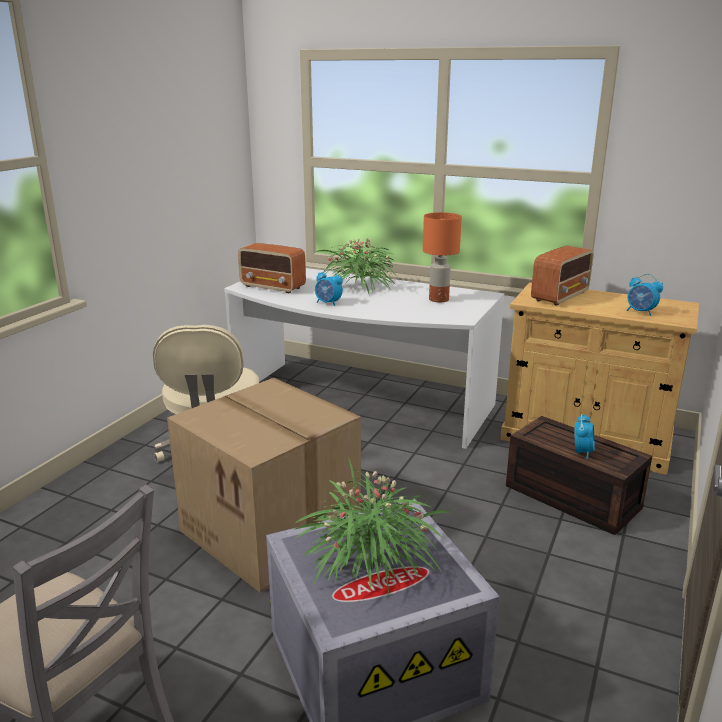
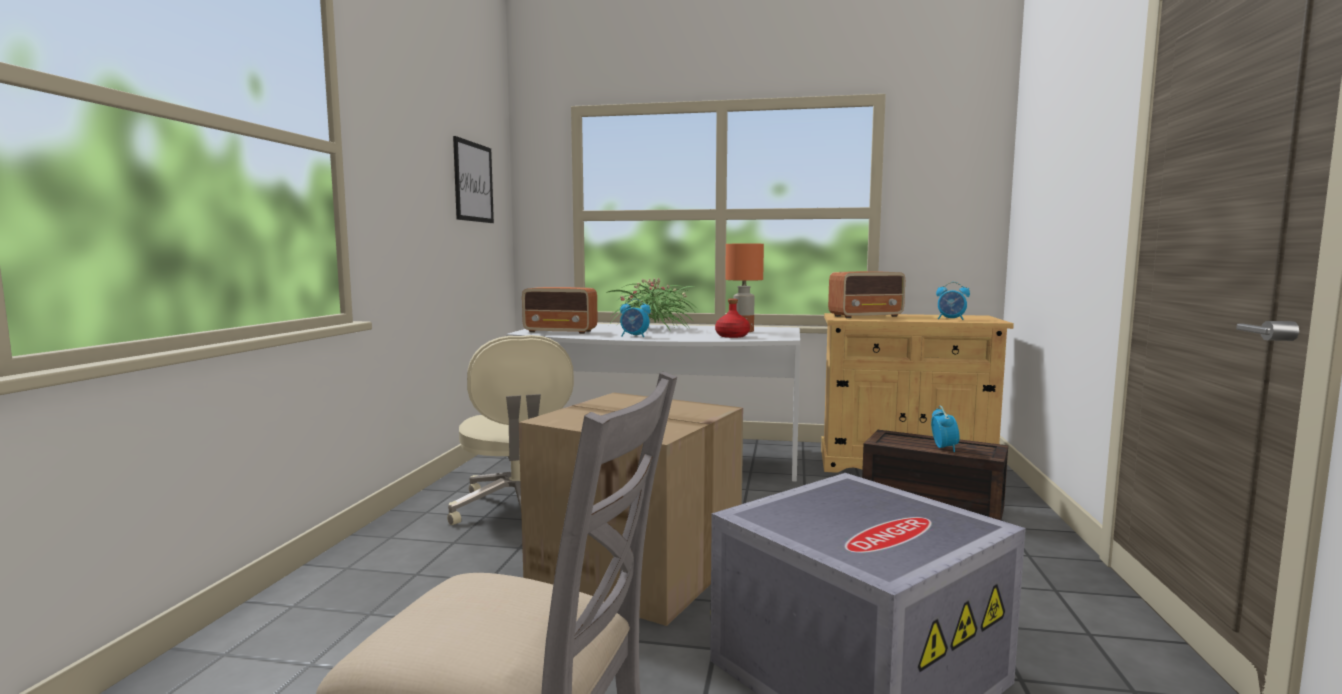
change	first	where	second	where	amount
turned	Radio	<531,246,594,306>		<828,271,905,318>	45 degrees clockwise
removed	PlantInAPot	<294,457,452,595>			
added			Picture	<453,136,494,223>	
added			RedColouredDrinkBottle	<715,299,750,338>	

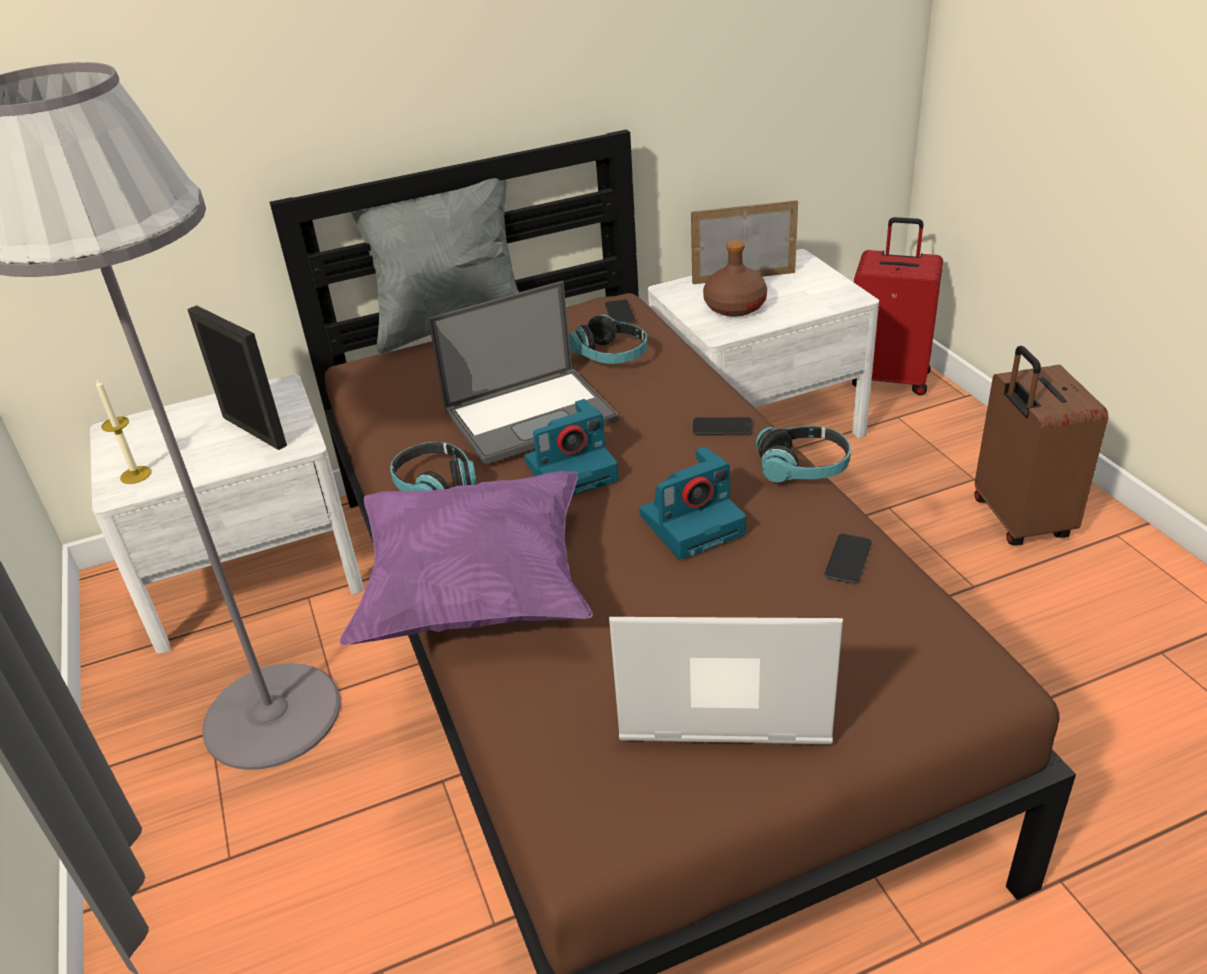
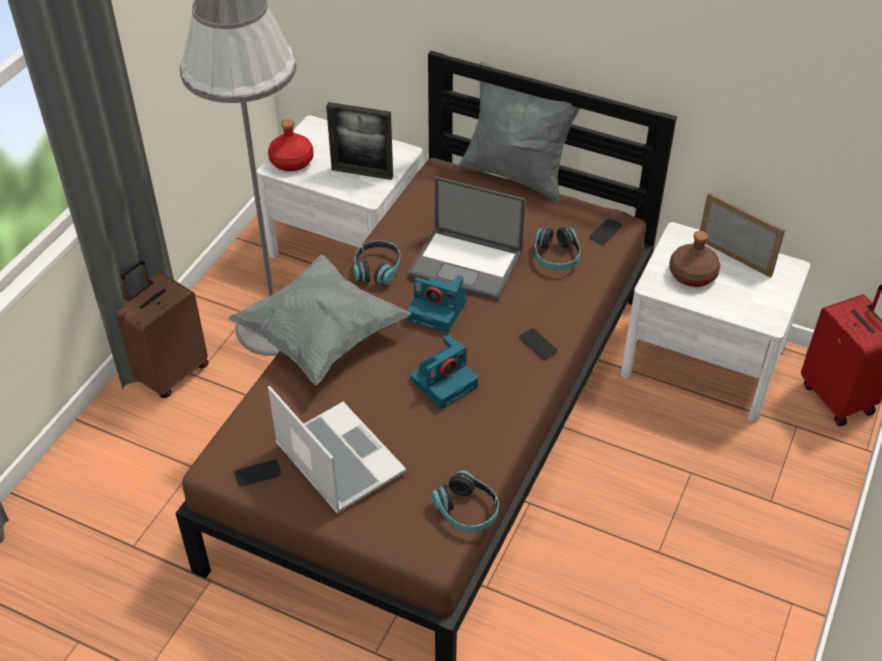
change	first	where	second	where	amount
turned	PhotoFrame	<187,305,287,450>		<326,102,393,180>	105 degrees clockwise
moved	BrownColouredTravelCase	<975,346,1108,545>		<116,259,209,398>	
replaced	WaxLight	<96,377,152,484>	RedColouredDrinkBottle	<268,119,314,171>	
moved	PairOfHeadphones	<756,426,851,483>		<432,470,499,532>	
turned	StillCamera	<639,447,746,560>		<410,335,478,409>	60 degrees counterclockwise
recoloured	PurpleColouredCushion	<340,471,593,645>	GreyCushion	<228,255,412,385>	
moved	Handset	<824,534,872,584>		<234,460,281,487>	

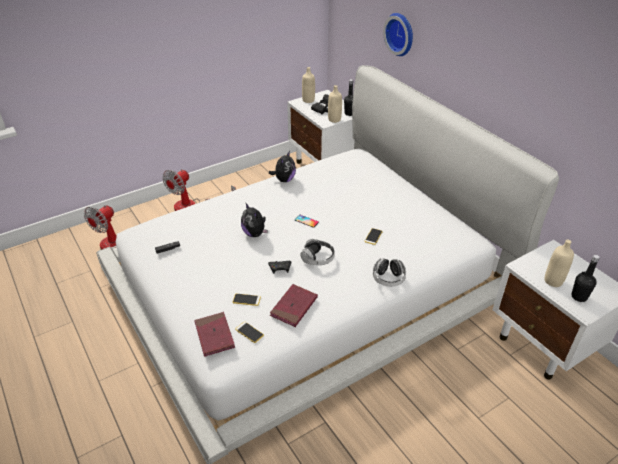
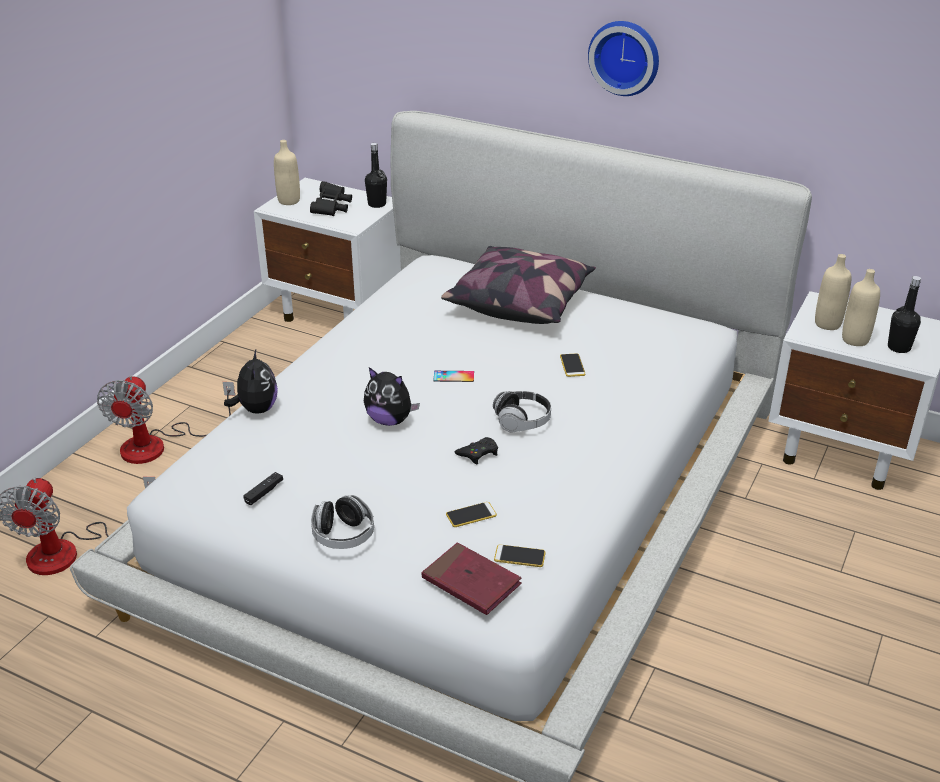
change	first	where	second	where	amount
moved	HangingClock	<383,13,413,56>		<588,21,659,96>	
moved	SandColouredDrinkBottle	<328,85,342,123>		<815,254,851,330>	
moved	SoftToy	<269,151,296,182>		<224,350,278,414>	
moved	PairOfHeadphones	<373,258,406,287>		<311,495,374,549>	
removed	RedColouredBook	<270,284,318,327>			
added			Cushion	<441,246,596,324>	

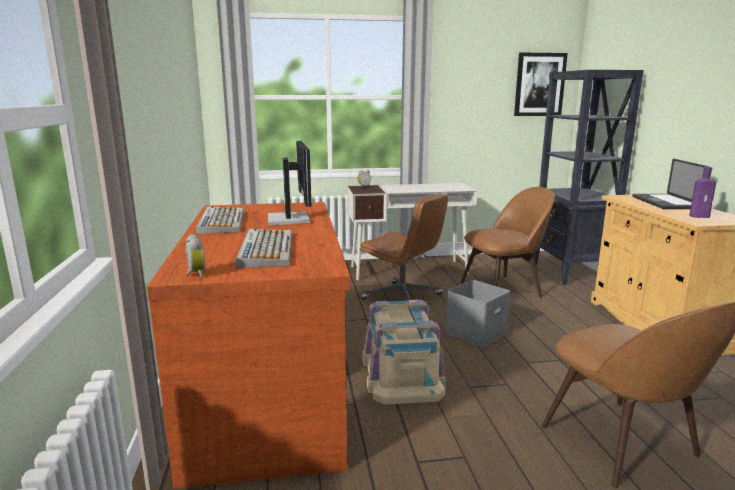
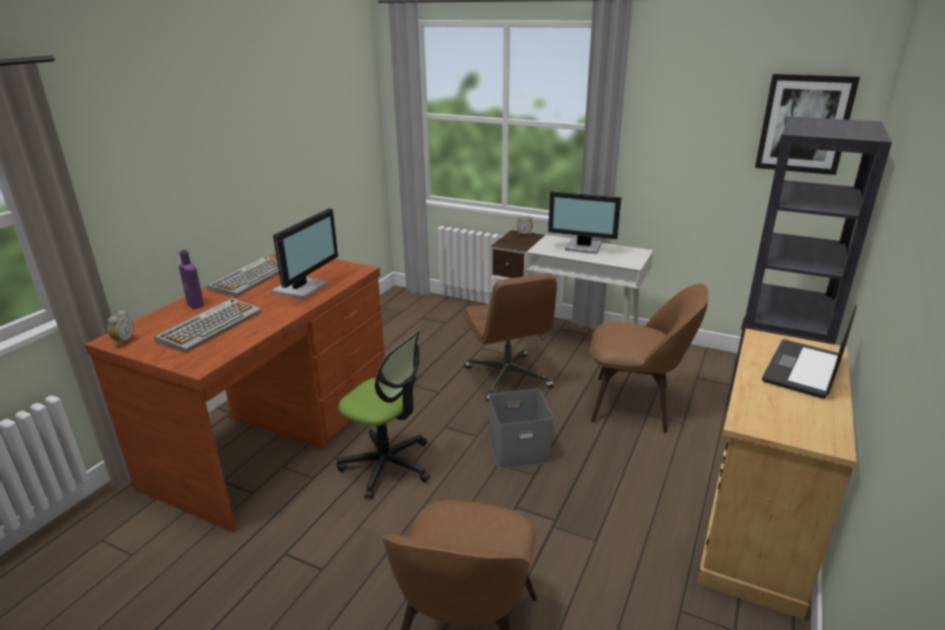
change	first	where	second	where	amount
moved	PurpleColouredDrinkBottle	<689,167,716,218>		<179,250,204,309>	
replaced	SandColouredStorageBox	<362,300,446,405>	OfficeChair	<337,331,430,499>	
added			Monitor	<548,191,622,254>	

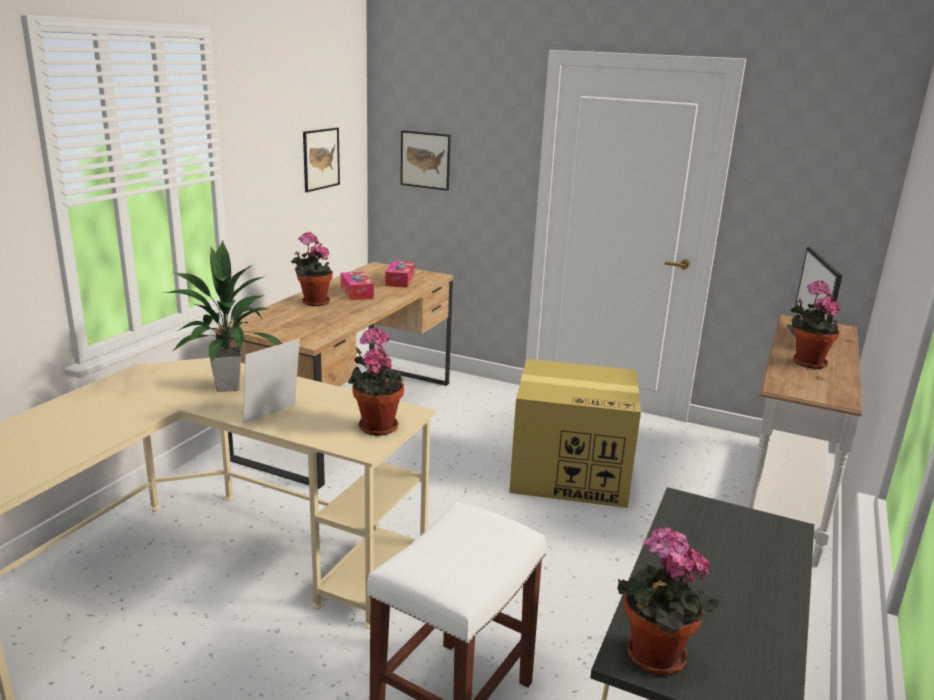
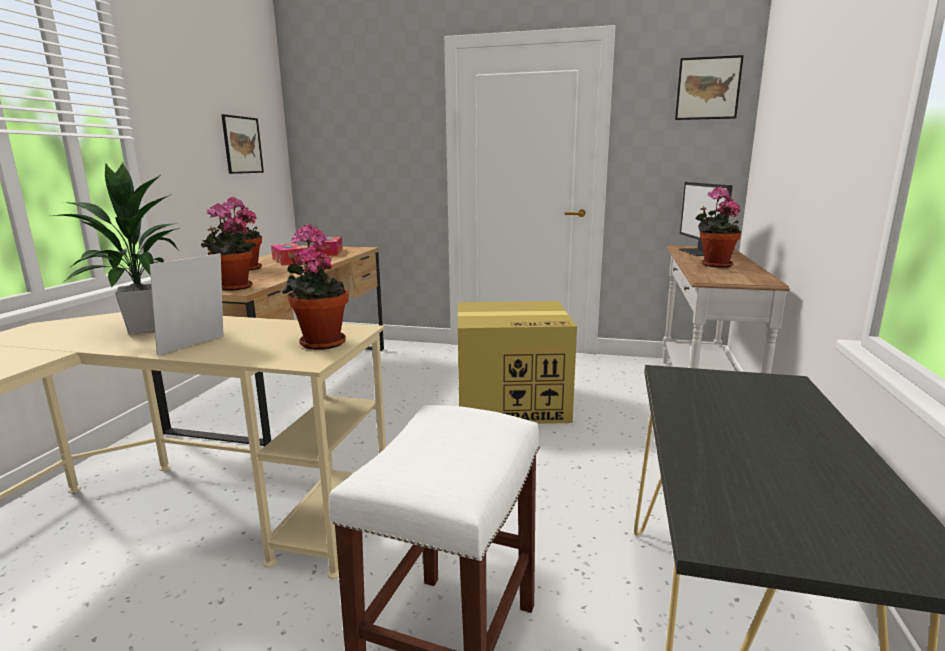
change	first	where	second	where	amount
moved	Picture	<400,130,451,191>		<675,55,744,120>	
moved	PlantInAPot	<617,527,719,675>		<201,203,256,291>	

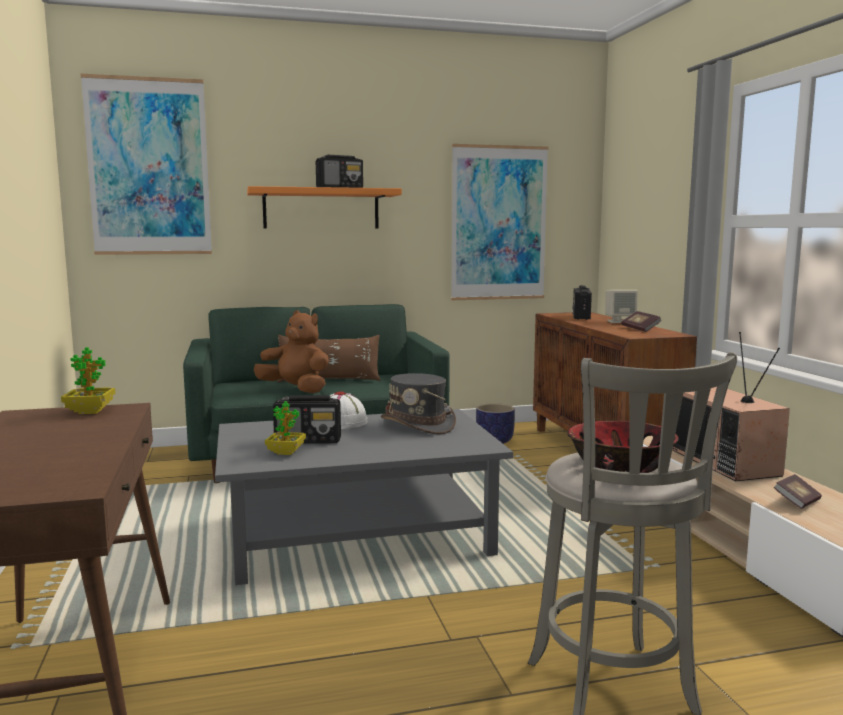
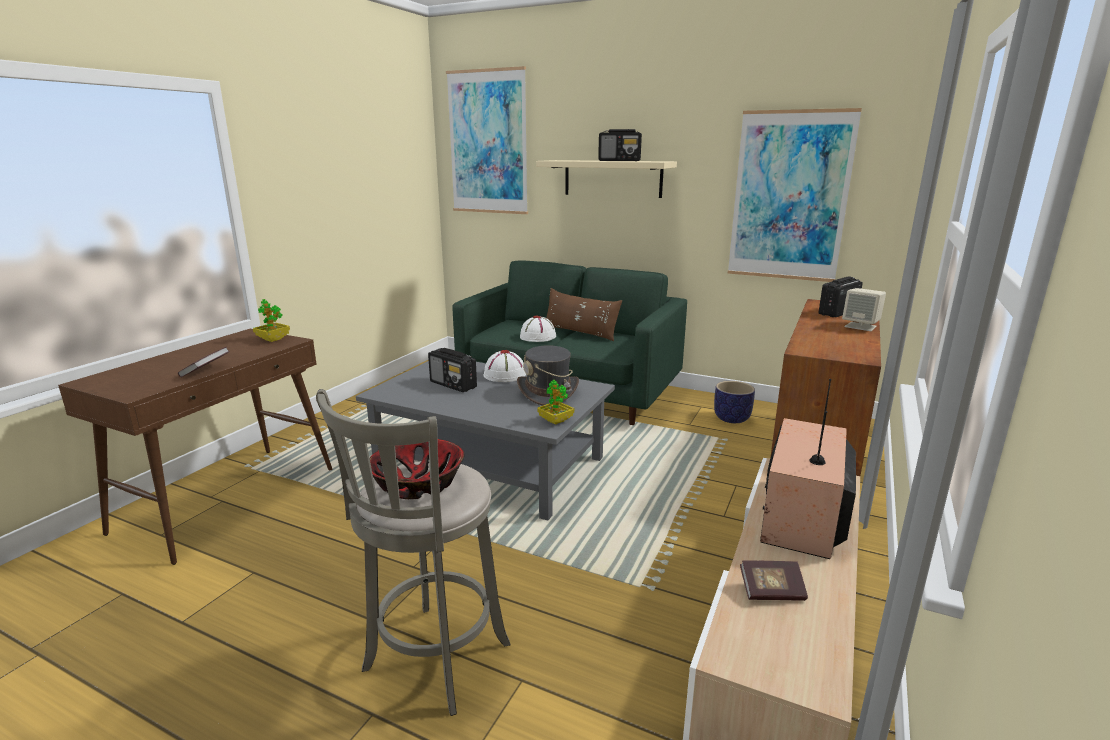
change	first	where	second	where	amount
recoloured	OrangeyBracketShelf	<247,186,402,229>	SandColouredBracketShelf	<536,160,677,198>	
replaced	BrownColouredSoftToy	<254,310,329,393>	WhiteColouredClothingHat	<520,315,556,342>	
moved	Book	<621,311,662,332>		<178,347,230,377>	
moved	PlantInAPot	<265,401,306,455>		<537,380,574,425>	

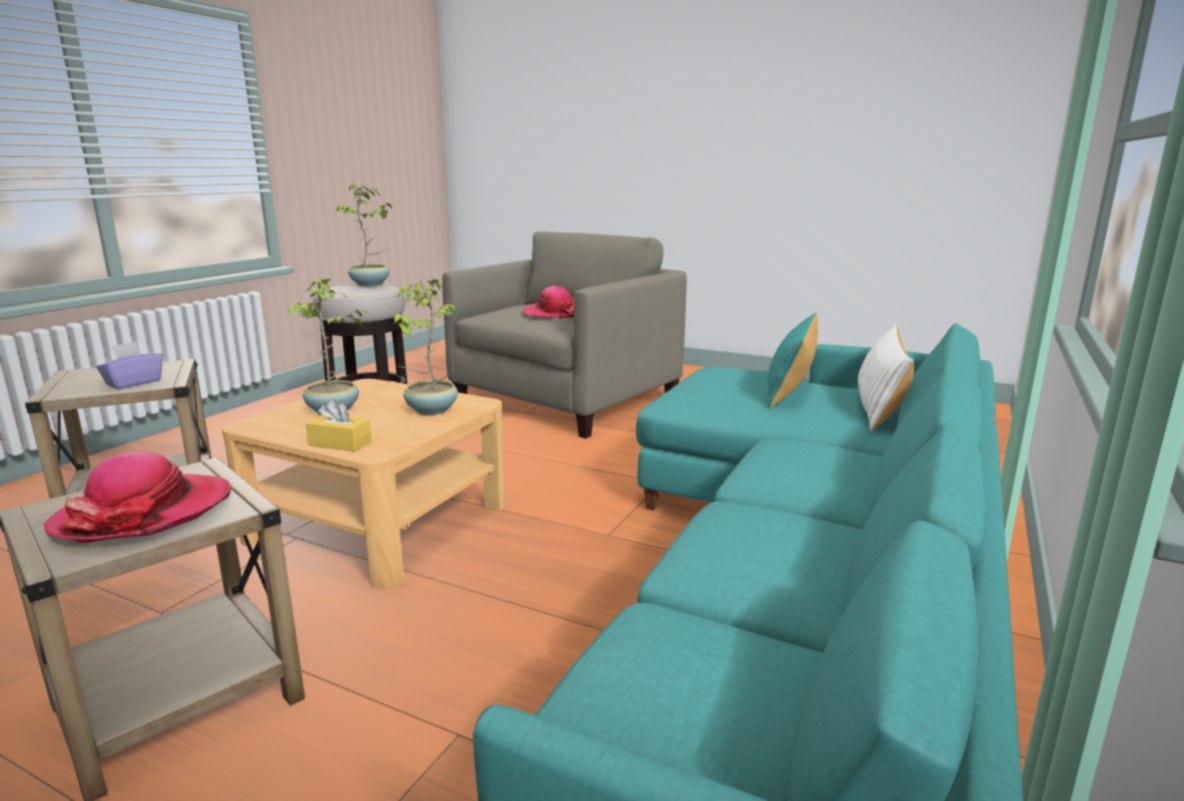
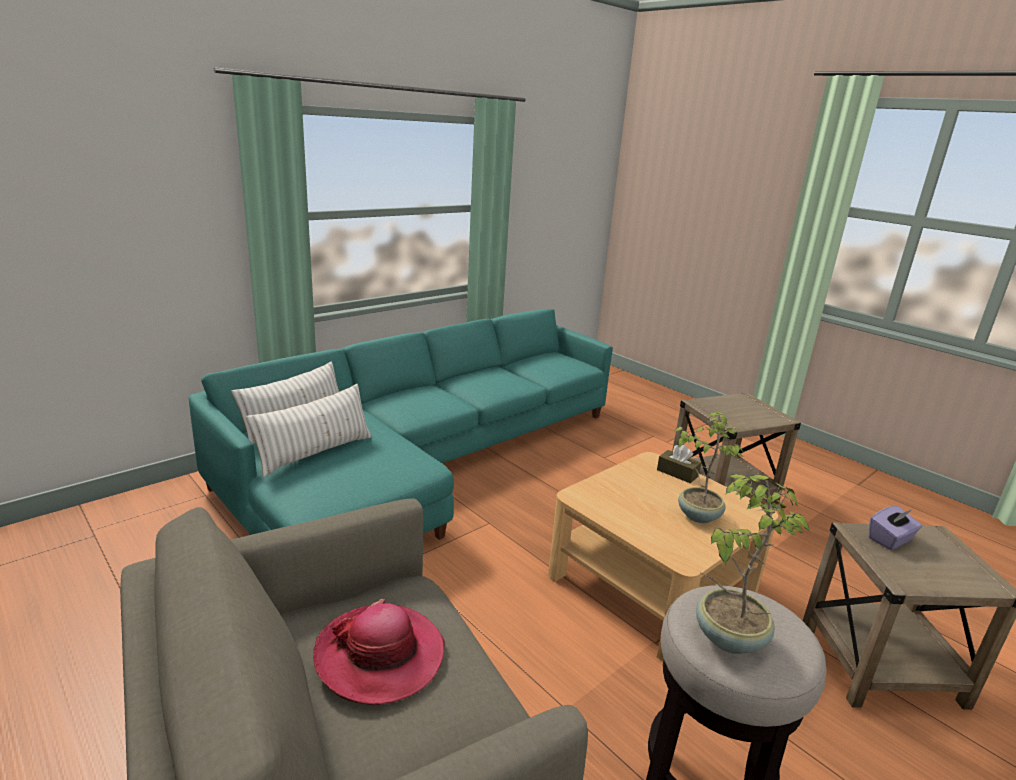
change	first	where	second	where	amount
removed	PlantInAPot	<394,279,458,415>			
recoloured	TurquoiseCushion	<768,313,818,409>	WhiteColouredCushion	<246,384,372,477>	
recoloured	YellowColouredTissueBox	<306,400,372,452>	BrownColouredTissueBox	<657,445,701,483>	
removed	ClothingHat	<44,451,231,543>			

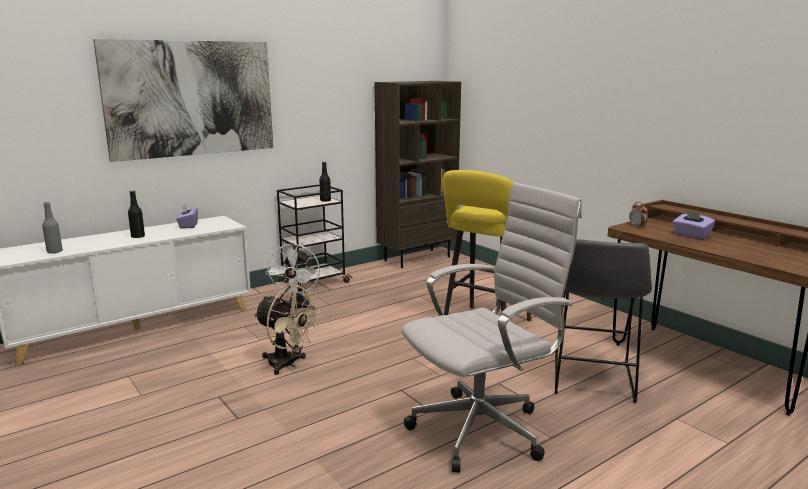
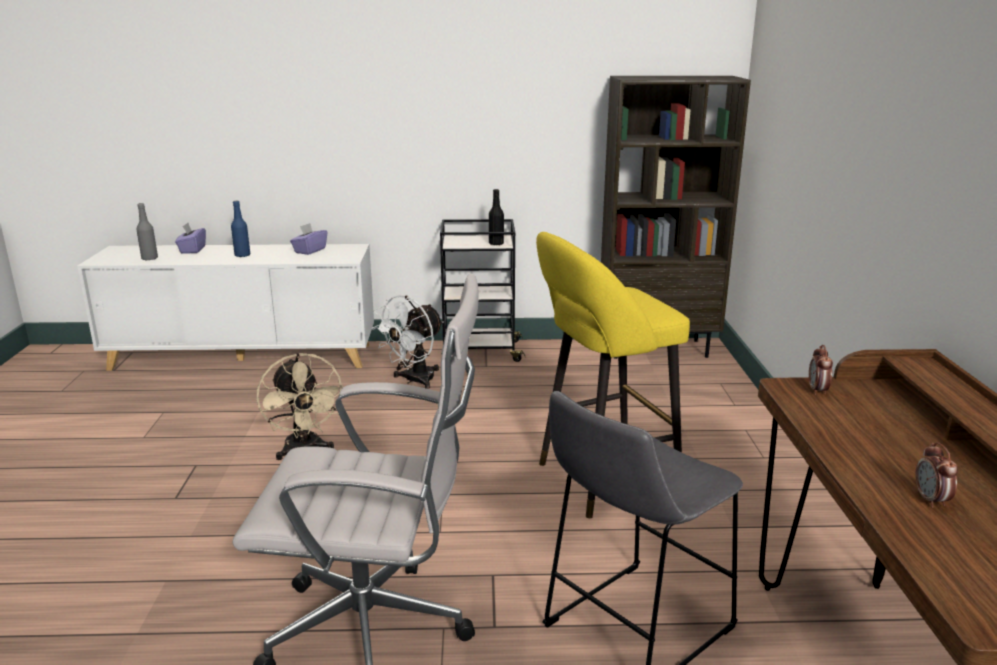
change	first	where	second	where	amount
removed	Picture	<93,39,273,162>			
recoloured	BlackDrinkBottle	<128,190,145,238>	BluishDrinkBottle	<231,201,250,257>	
moved	PurpleColouredTissueBox	<673,209,715,239>		<175,223,206,254>	
added			BedsideClock	<915,442,958,508>	

